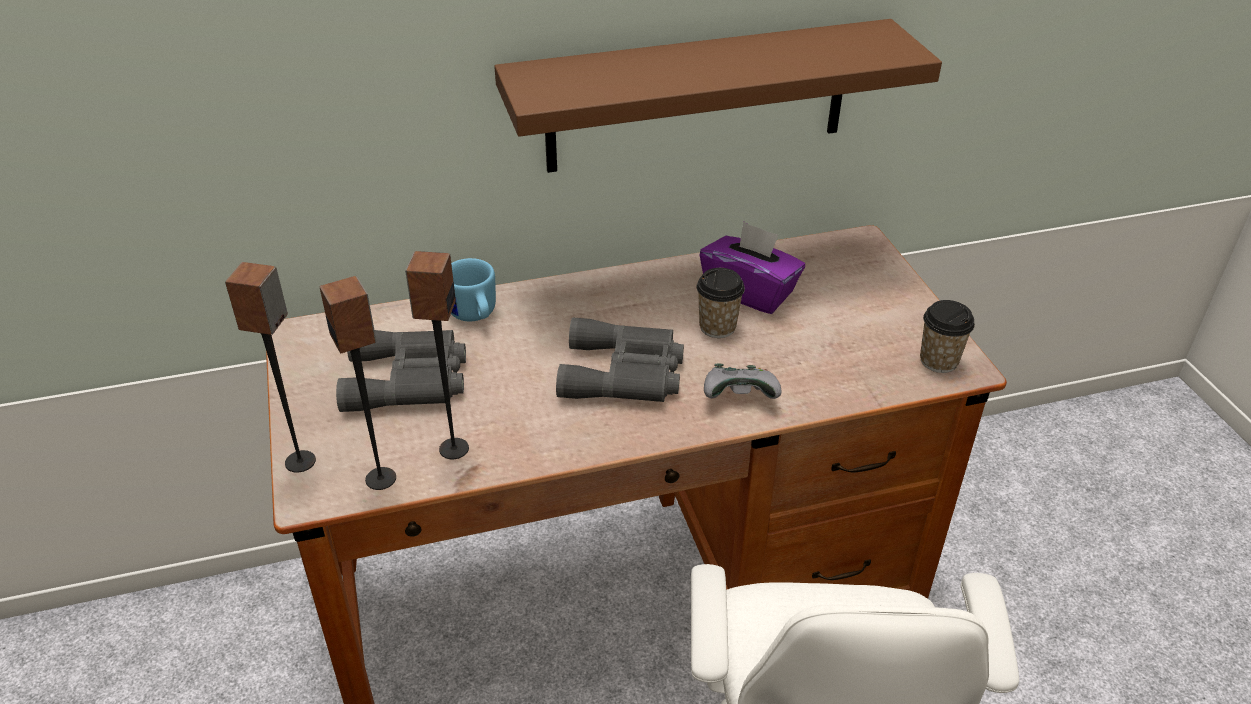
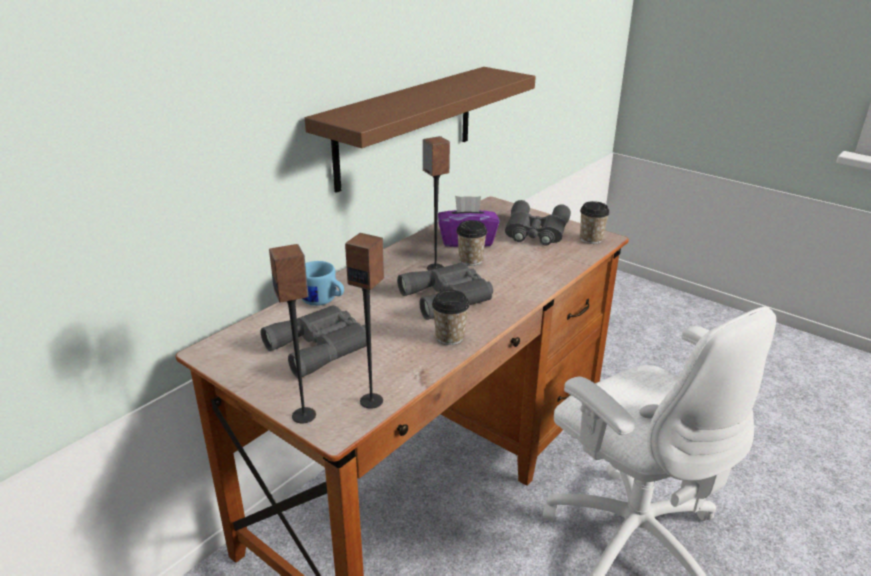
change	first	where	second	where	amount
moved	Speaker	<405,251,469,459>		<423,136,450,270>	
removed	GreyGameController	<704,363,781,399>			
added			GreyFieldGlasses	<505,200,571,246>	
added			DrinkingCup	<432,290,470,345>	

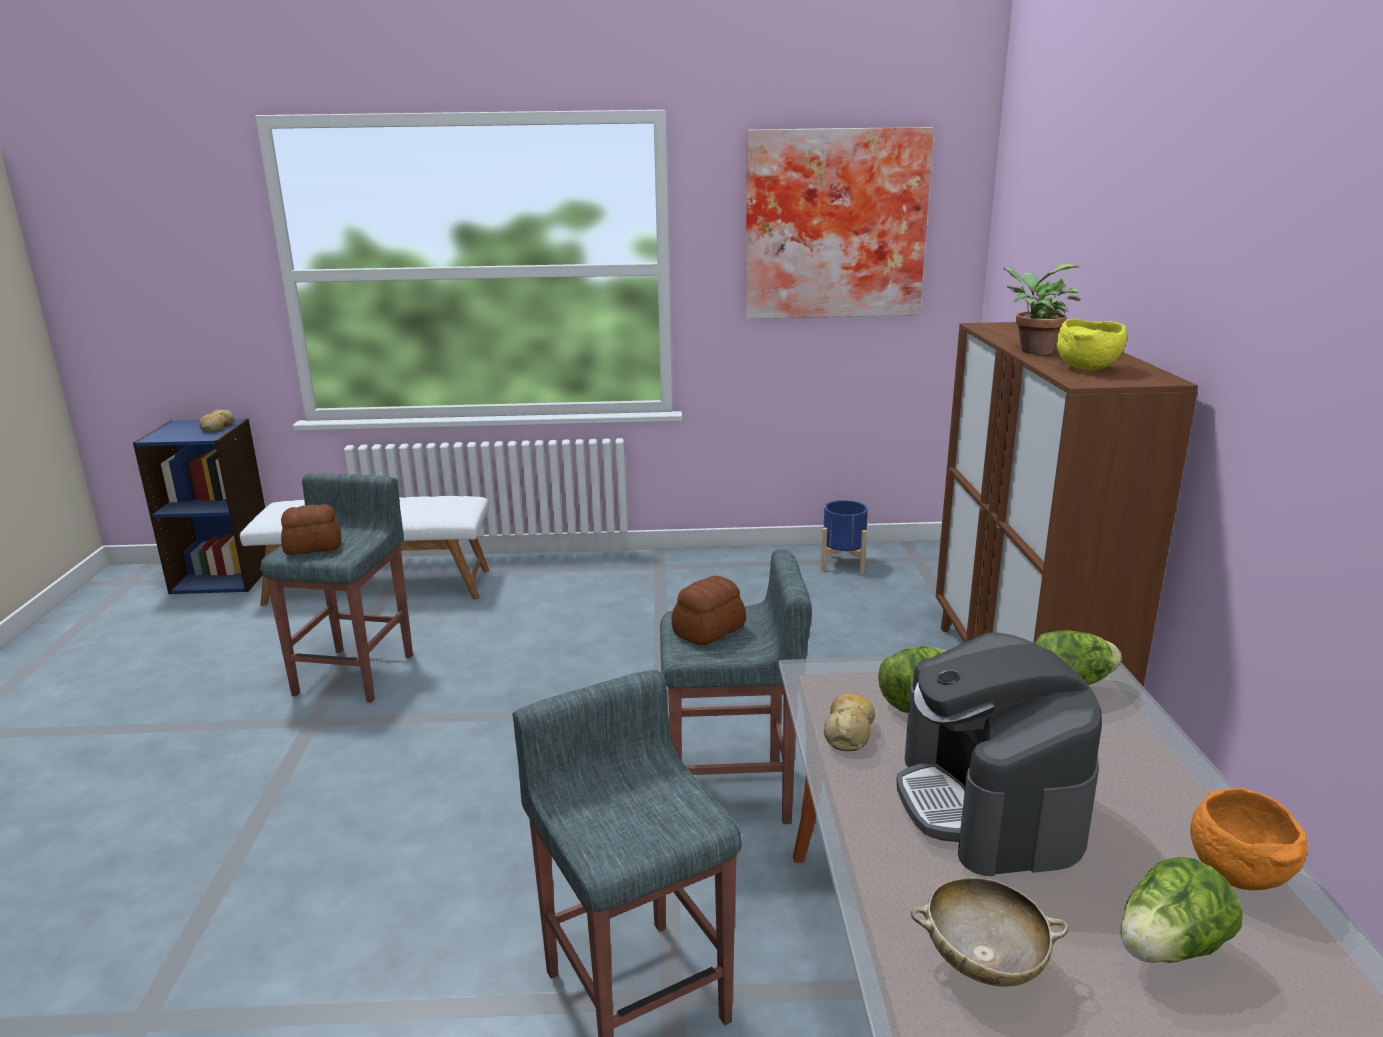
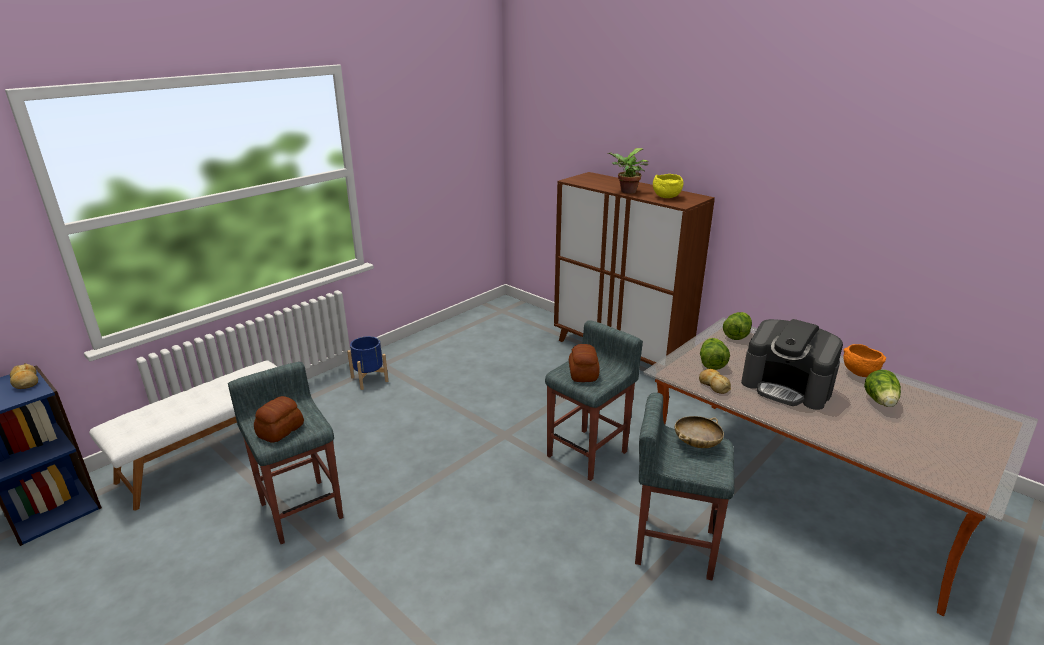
change	first	where	second	where	amount
removed	Picture	<745,127,934,319>			
moved	BluishFlowerPot	<821,500,868,574>		<347,336,388,390>	
moved	SandColouredDeepDish	<911,877,1068,987>		<675,416,724,448>	

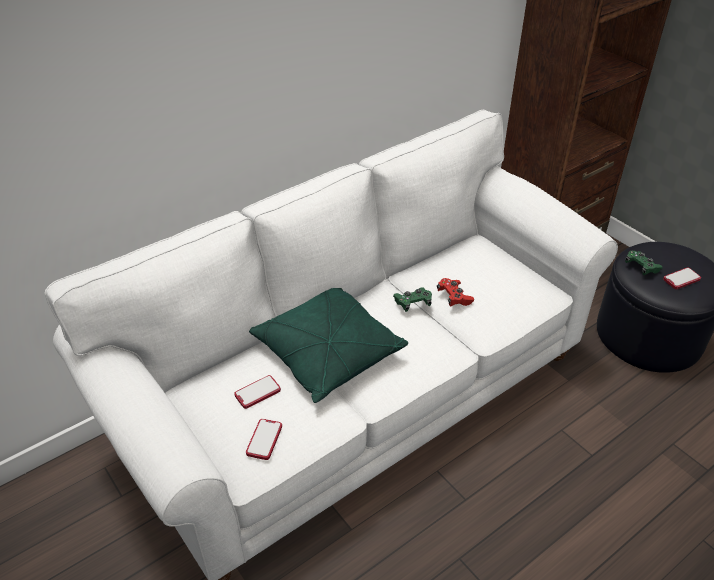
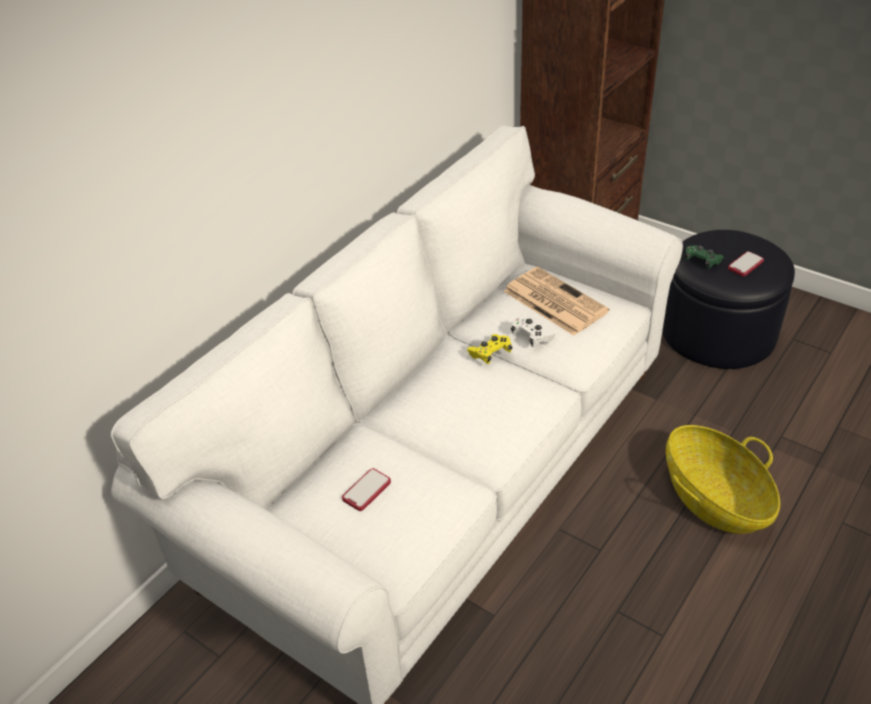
change	first	where	second	where	amount
recoloured	RedColouredGameController	<437,278,474,307>	WhiteColouredGameController	<511,317,555,347>	
recoloured	GreenGameController	<393,287,432,312>	YellowColouredGameController	<467,334,512,364>	
removed	GreenCushion	<249,288,408,403>			
removed	Handset	<246,419,282,460>			
added			PrintedPaper	<503,267,609,336>	
added			Basket	<666,425,780,534>	

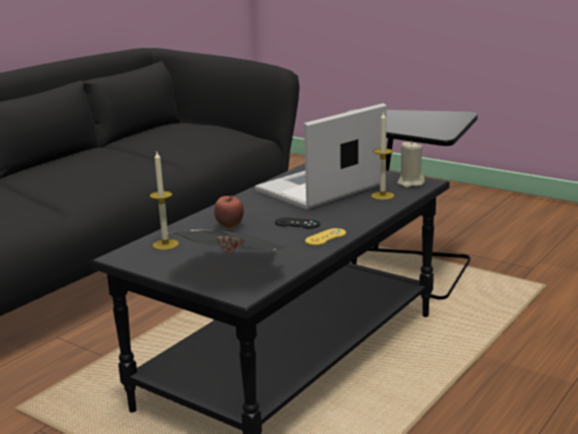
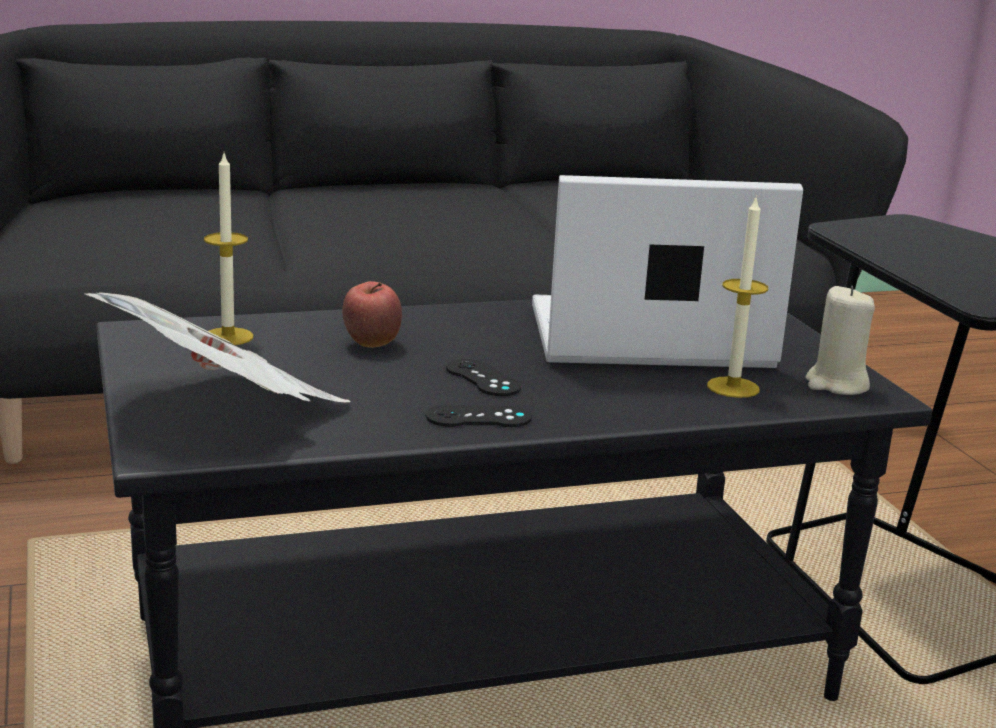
change	first	where	second	where	amount
recoloured	YellowColouredGameController	<305,228,346,246>	BlackGameController	<425,405,532,427>	

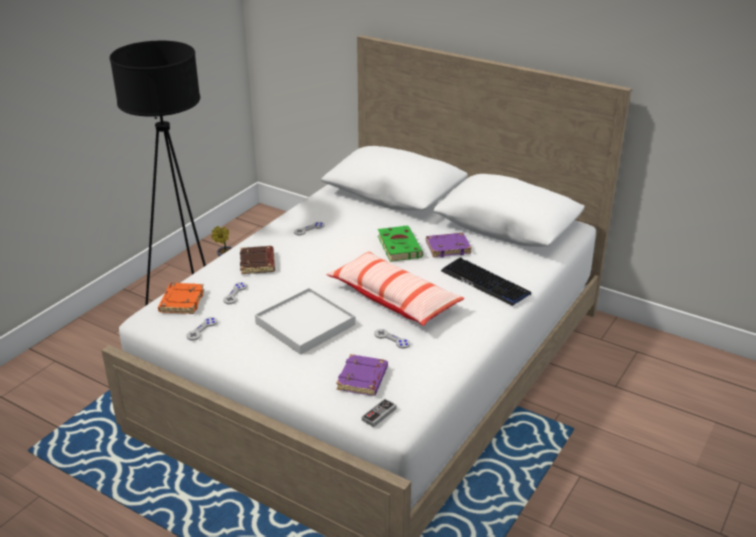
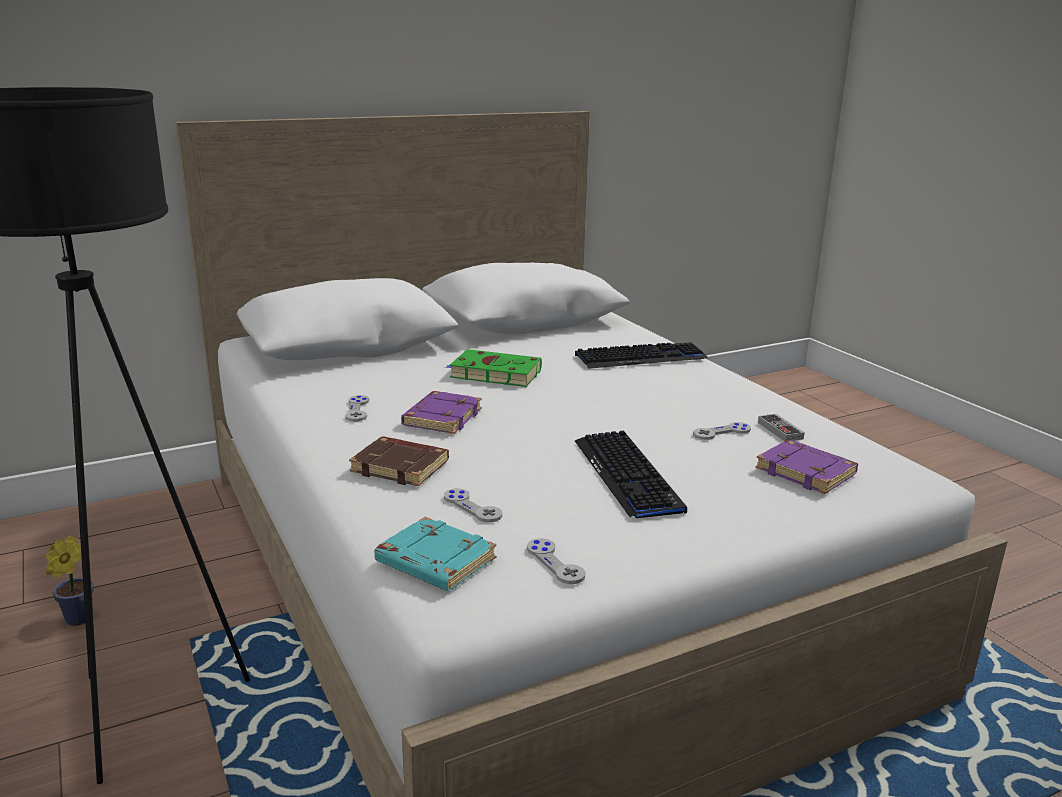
change	first	where	second	where	amount
moved	PurpleColouredBook	<426,233,472,257>		<401,391,482,434>	
removed	Cushion	<326,251,464,326>			
recoloured	OrangeyBook	<158,283,204,314>	TurquoiseBook	<374,517,496,591>	
replaced	WhiteColouredServingTray	<255,288,355,355>	PcKeyboard	<575,431,687,518>	
moved	GameController	<362,399,397,427>		<758,414,805,441>	

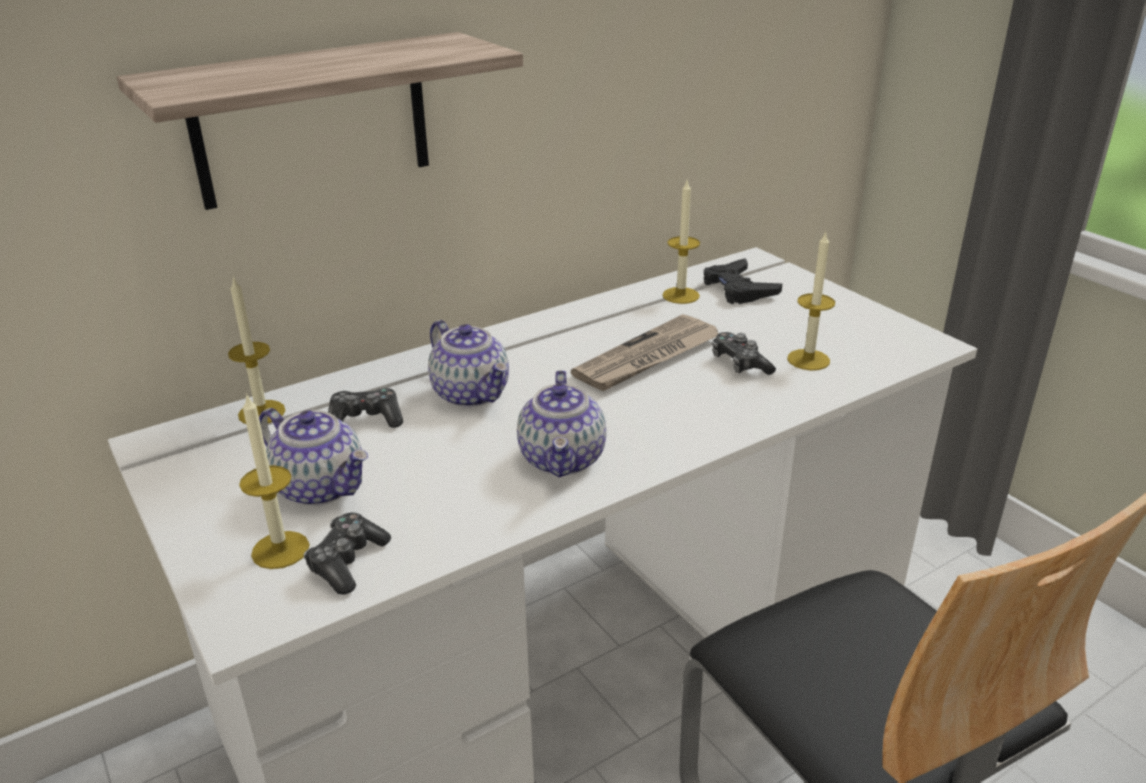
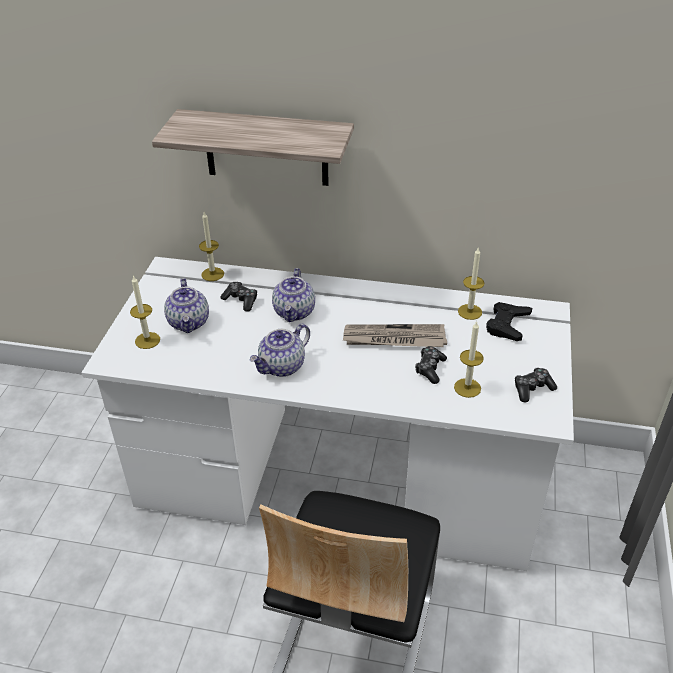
change	first	where	second	where	amount
moved	GameController	<304,513,391,595>		<515,368,557,403>	

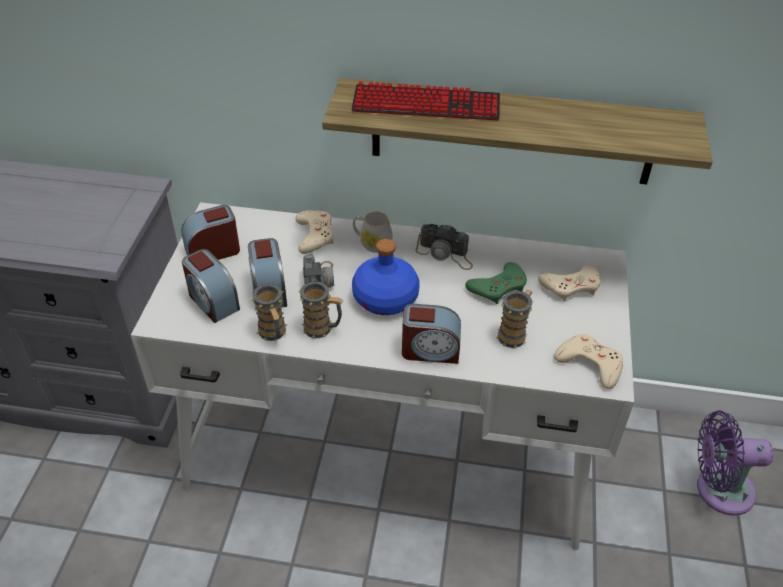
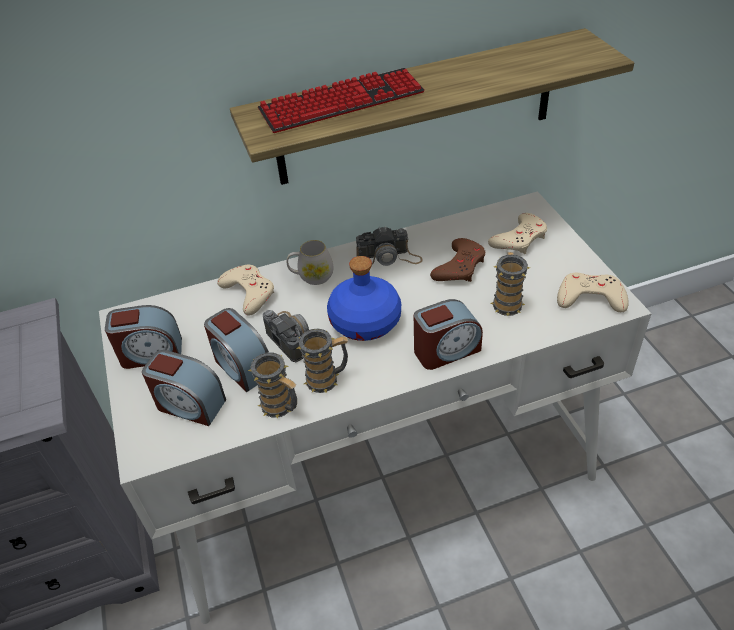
change	first	where	second	where	amount
turned	BedsideClock	<181,205,240,260>		<105,305,182,369>	135 degrees counterclockwise
recoloured	GreenGameController	<465,262,527,304>	BrownColouredGameController	<430,238,485,282>	
removed	PurpleColouredFan	<697,410,774,516>			

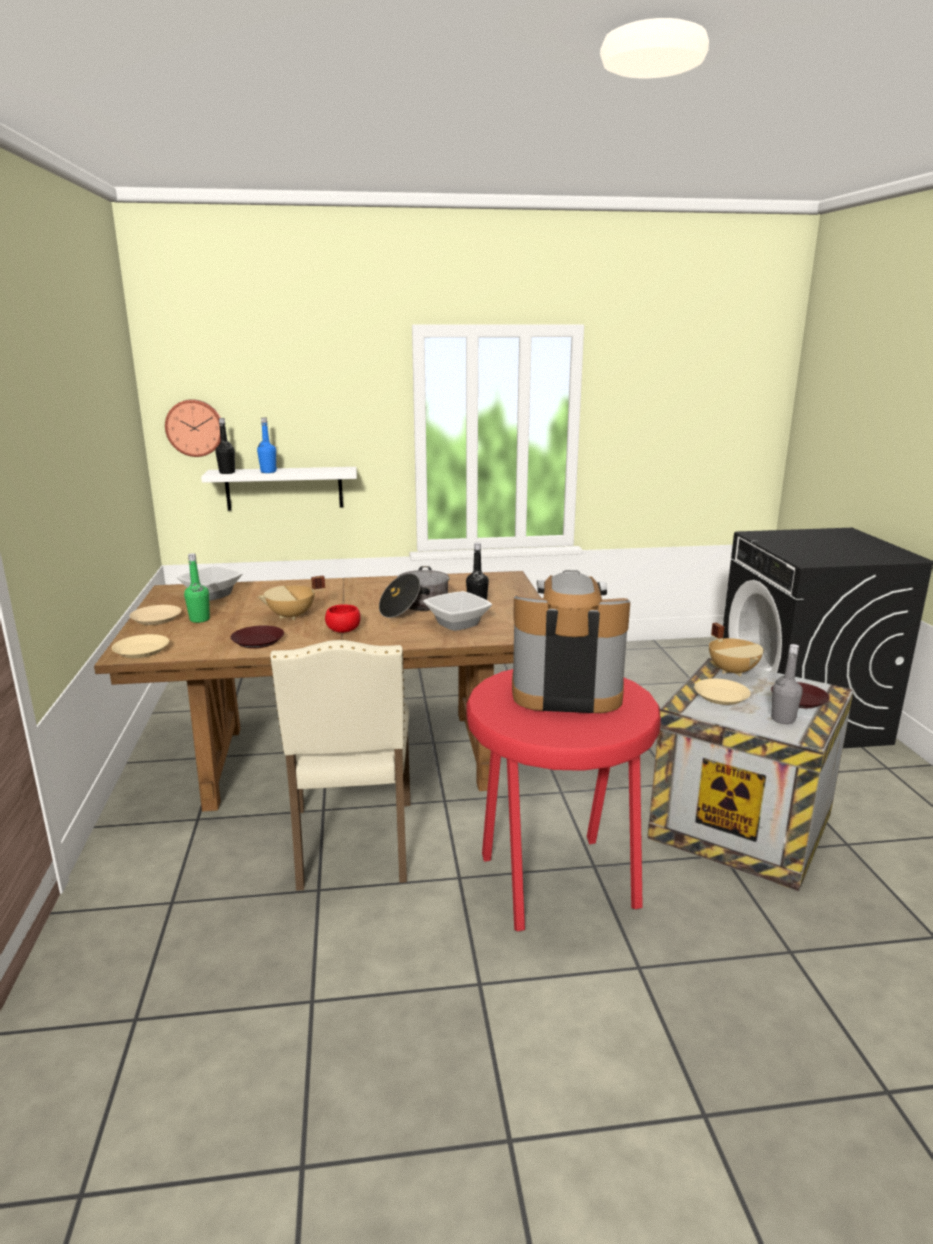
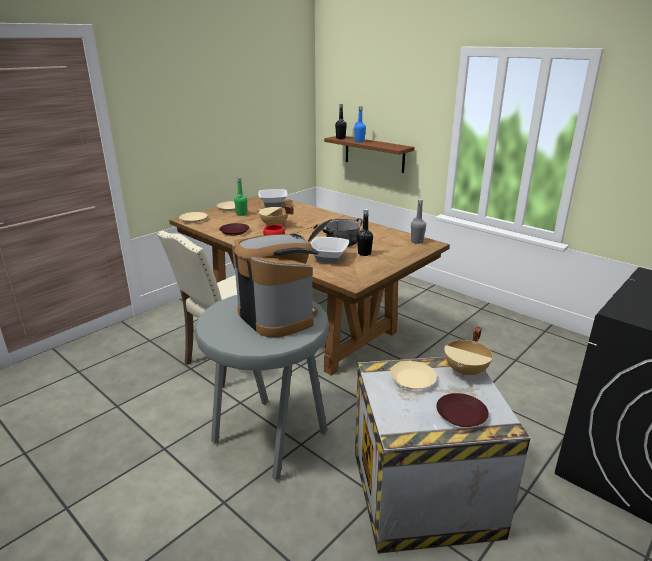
change	first	where	second	where	amount
removed	HangingClock	<165,399,221,457>			
recoloured	WhiteColouredBracketShelf	<201,467,357,511>	BrownColouredBracketShelf	<324,136,414,173>	
moved	GreyDrinkBottle	<771,644,803,724>		<411,199,426,244>	
recoloured	RedColouredStool	<466,669,661,932>	GreyStool	<195,295,329,480>	

